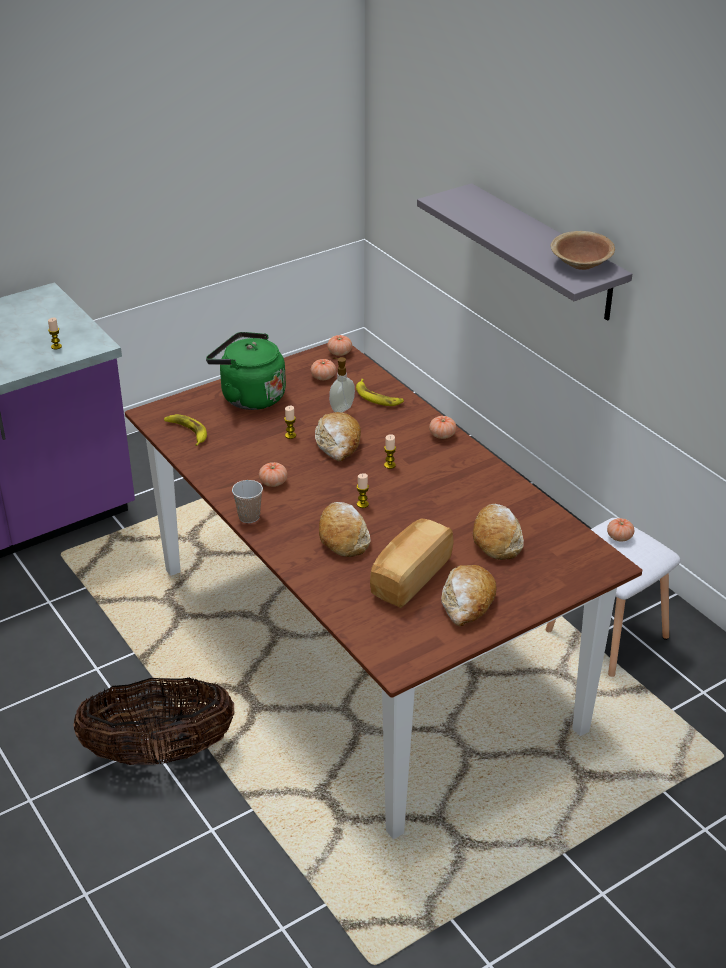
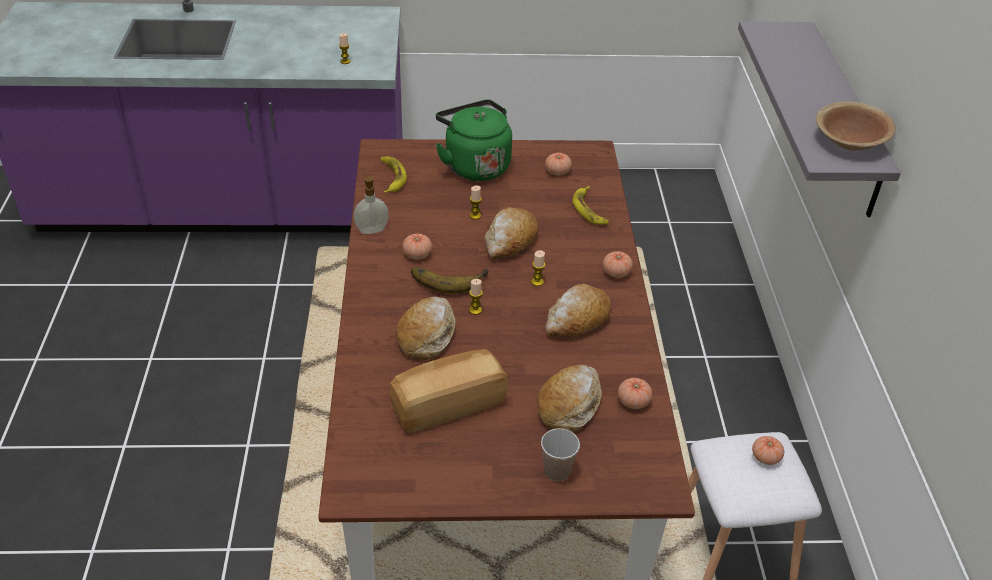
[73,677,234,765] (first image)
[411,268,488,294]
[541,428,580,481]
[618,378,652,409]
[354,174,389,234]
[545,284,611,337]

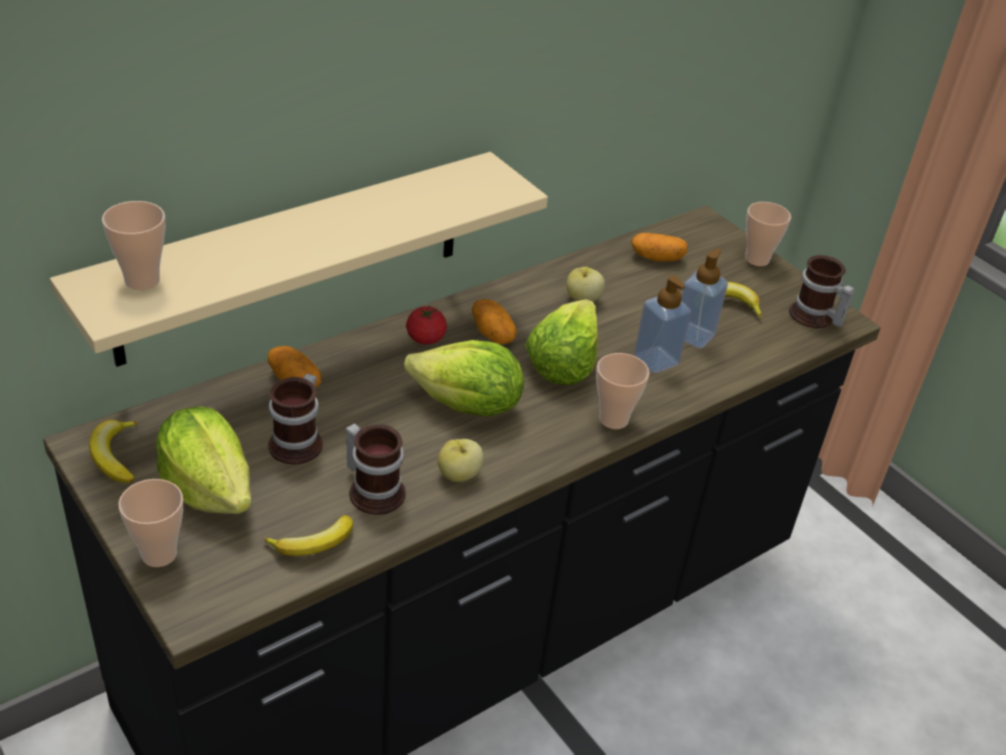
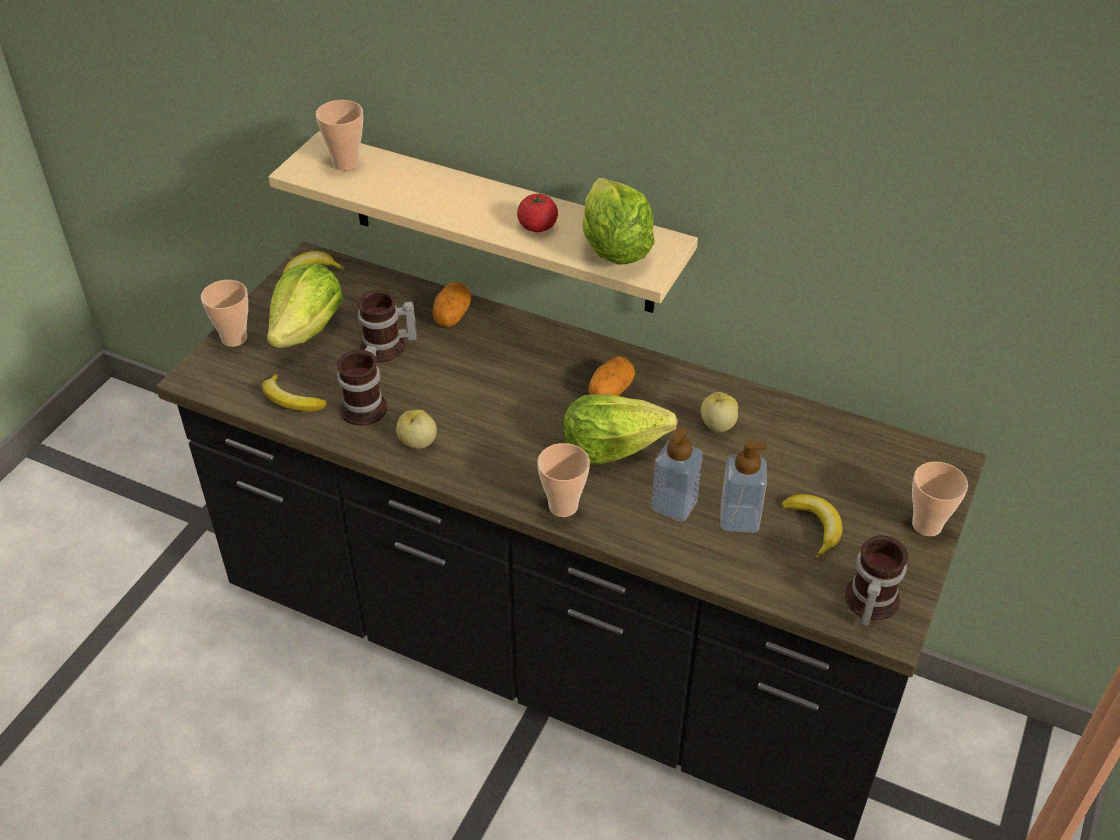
[631,233,687,262] (first image)
[582,178,655,264]
[517,193,558,232]

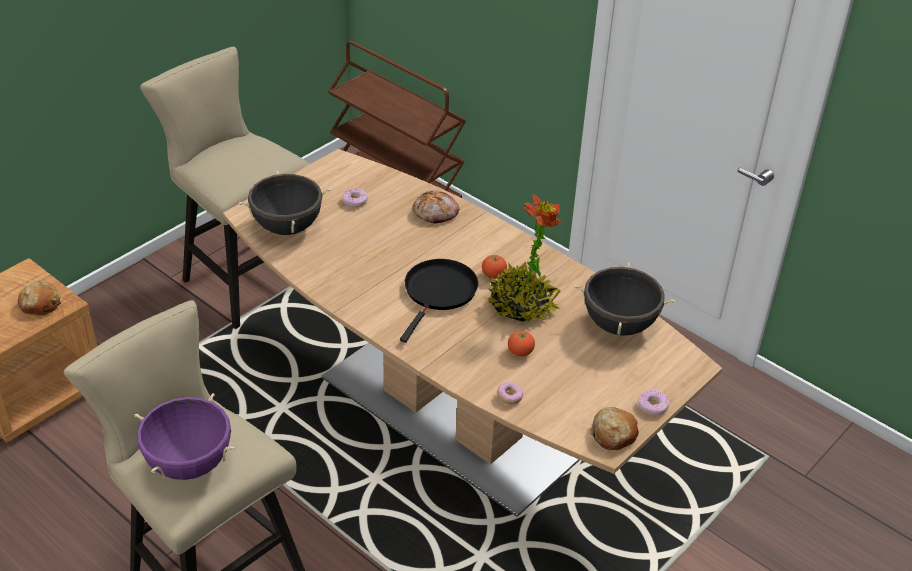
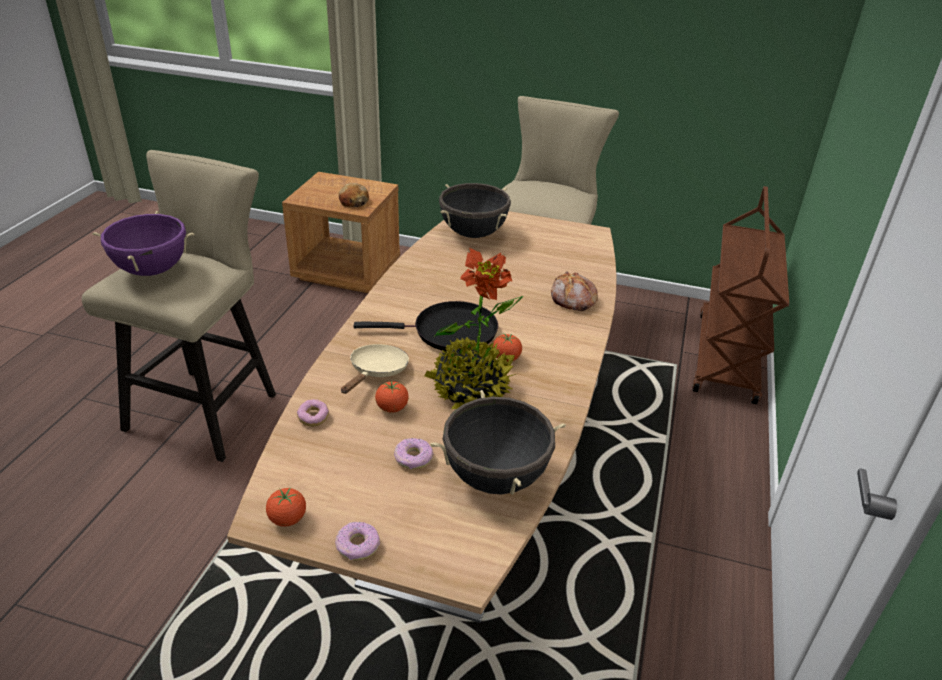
[341,344,409,394]
[394,438,434,469]
[266,488,306,527]

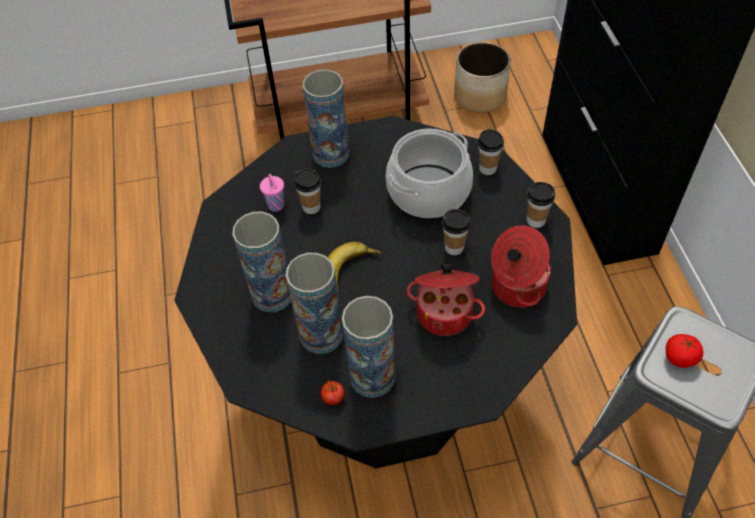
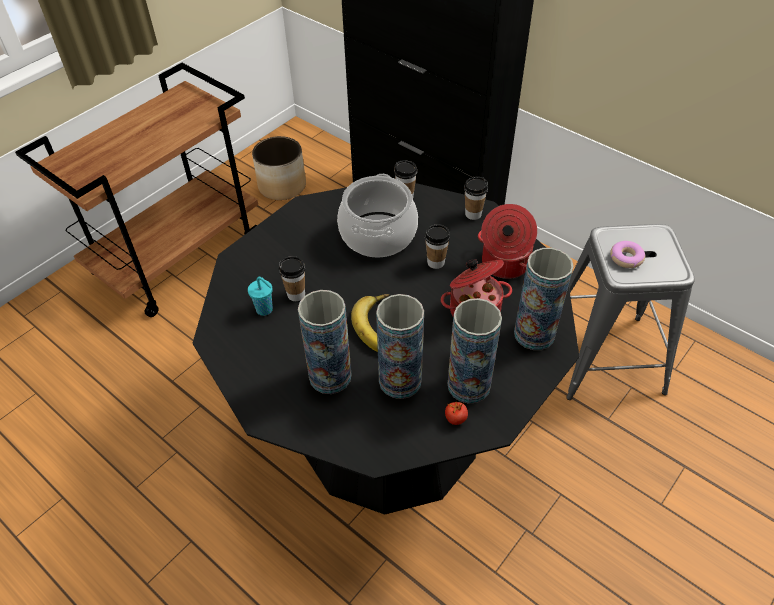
[514,248,574,350]
[610,241,645,268]
[248,277,273,316]

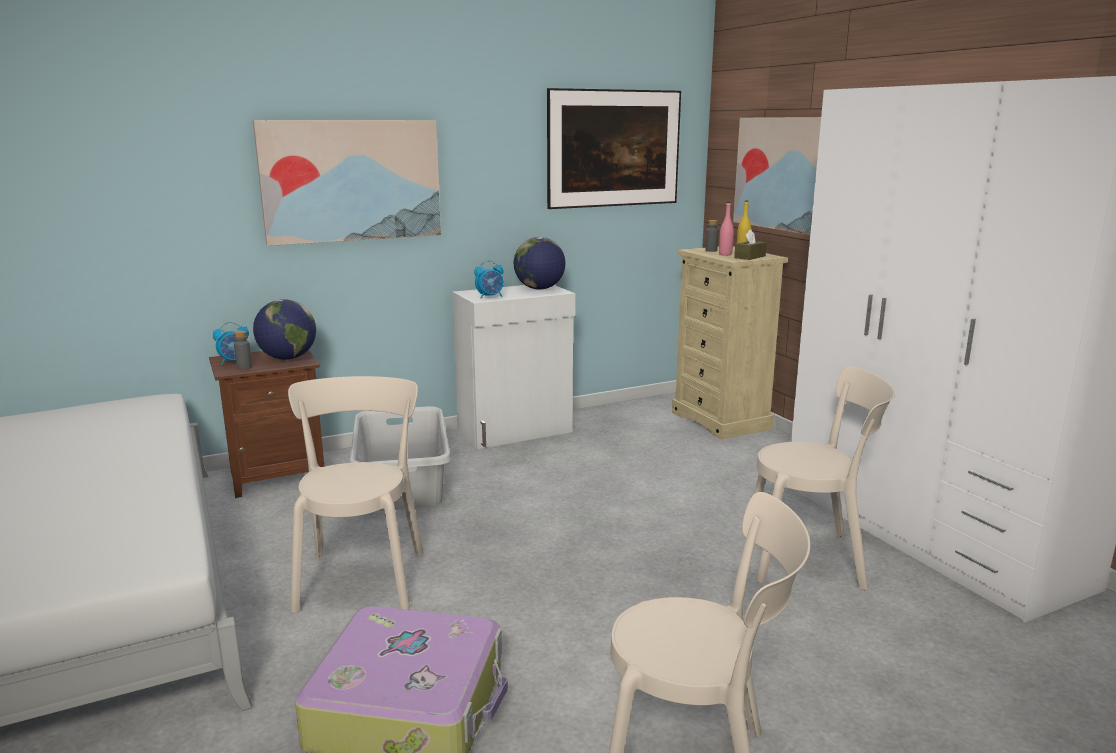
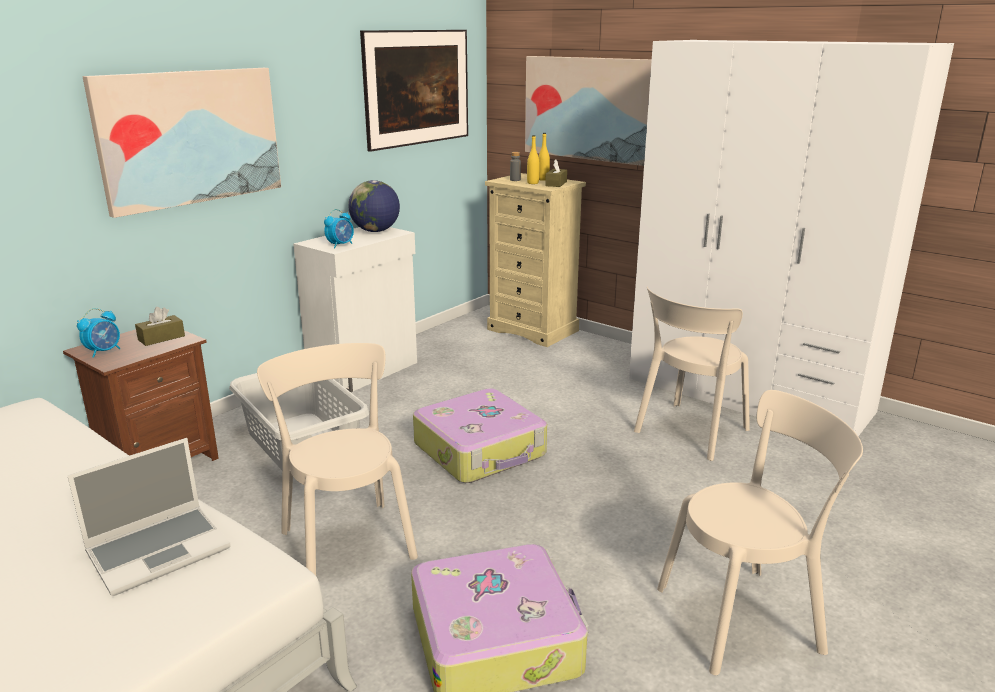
[234,331,252,370] (first image)
[67,438,231,596]
[413,388,547,483]
[135,307,185,346]
[527,135,540,184]
[634,287,750,461]

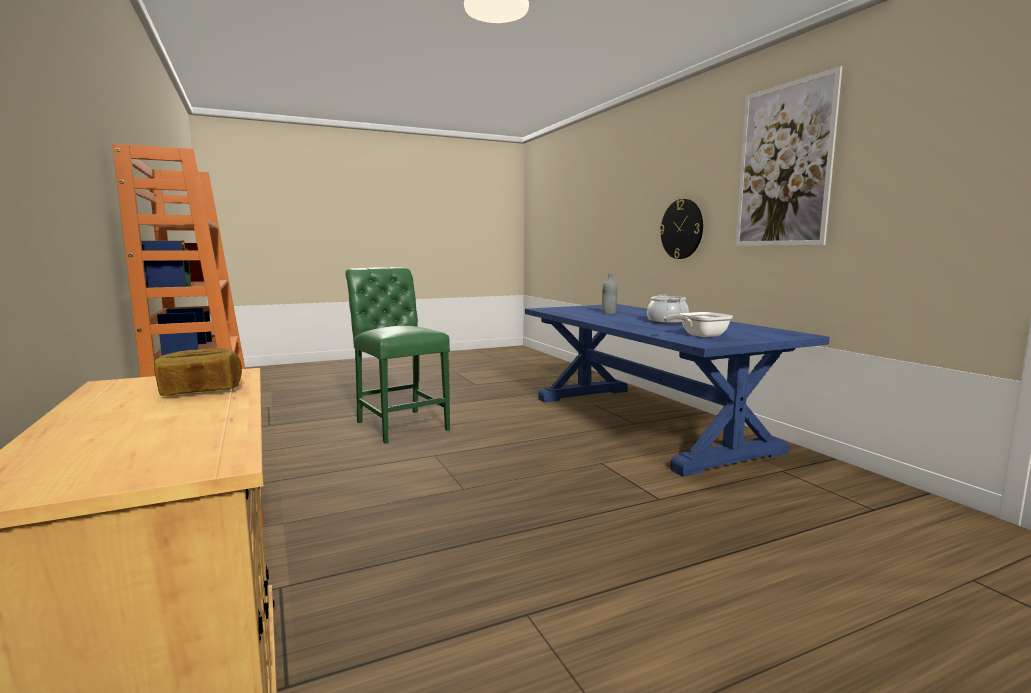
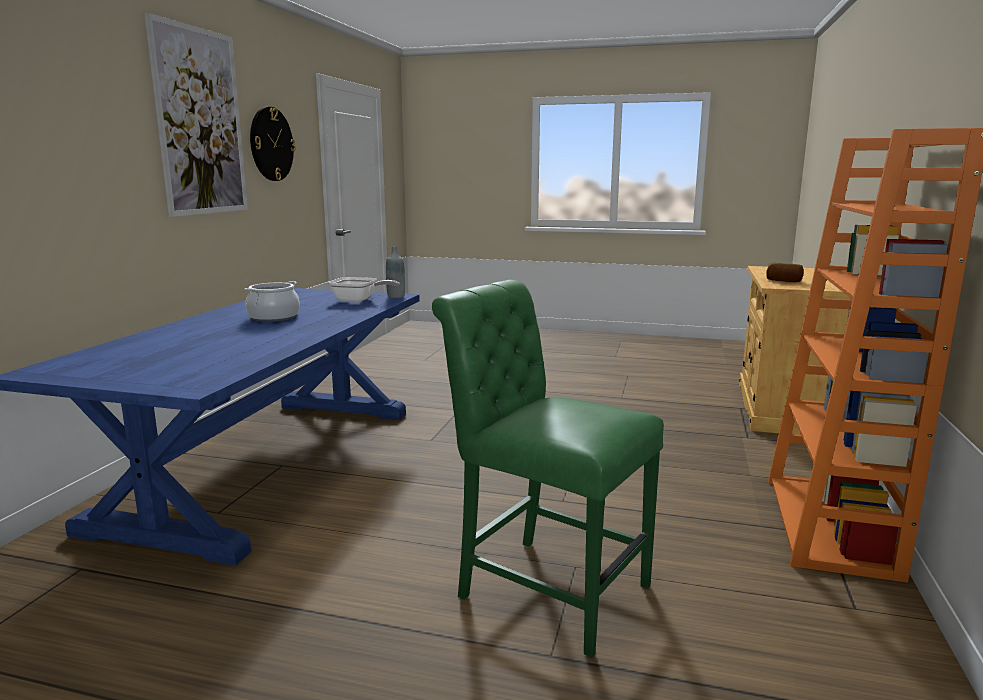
[386,246,405,298]
[250,107,296,181]
[432,280,664,658]

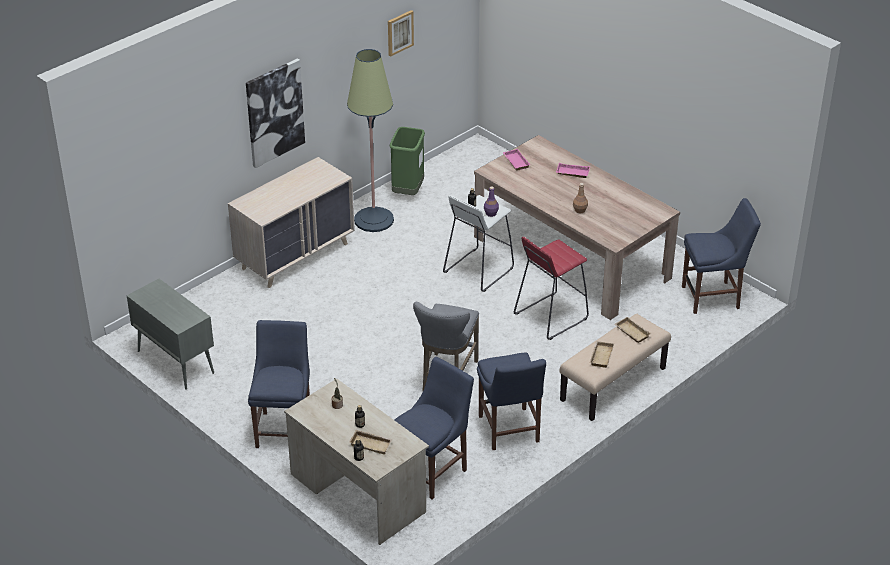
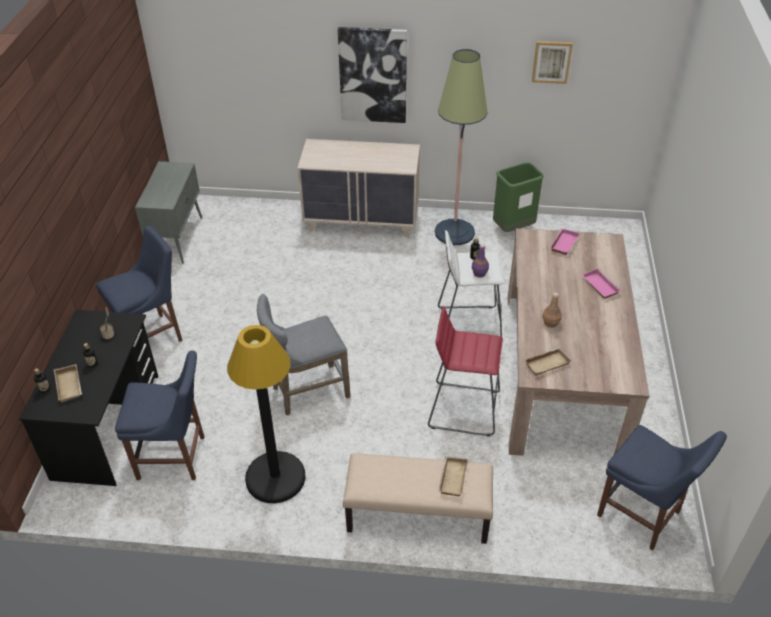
[524,347,571,376]
[227,325,306,503]
[19,310,158,486]

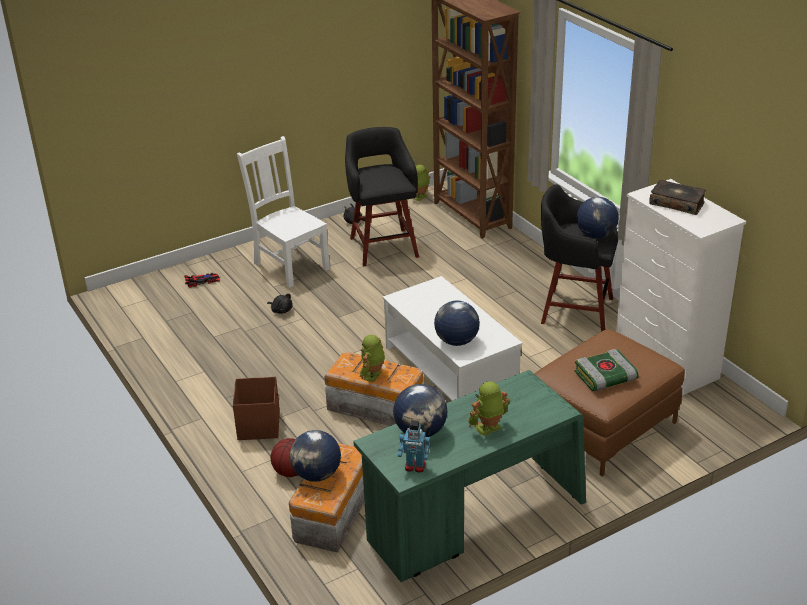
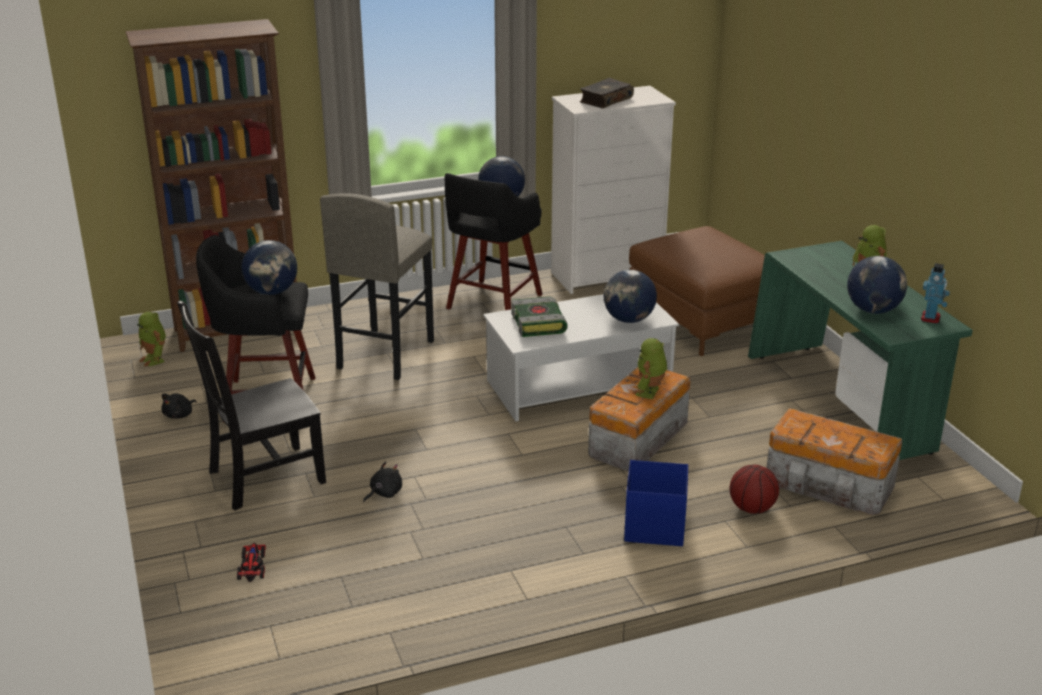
[320,193,434,380]
[242,240,297,295]
[512,296,568,337]
[624,460,688,546]
[177,301,326,510]
[633,338,667,399]

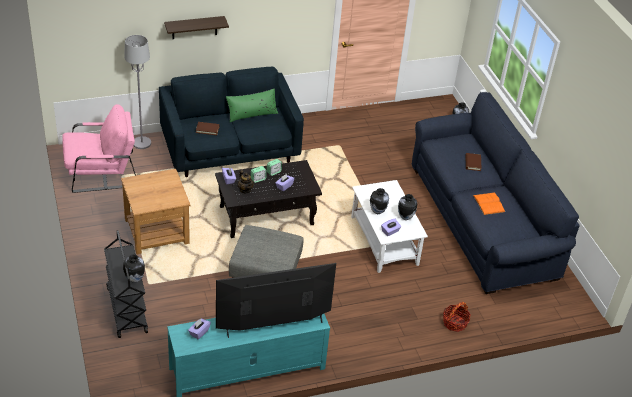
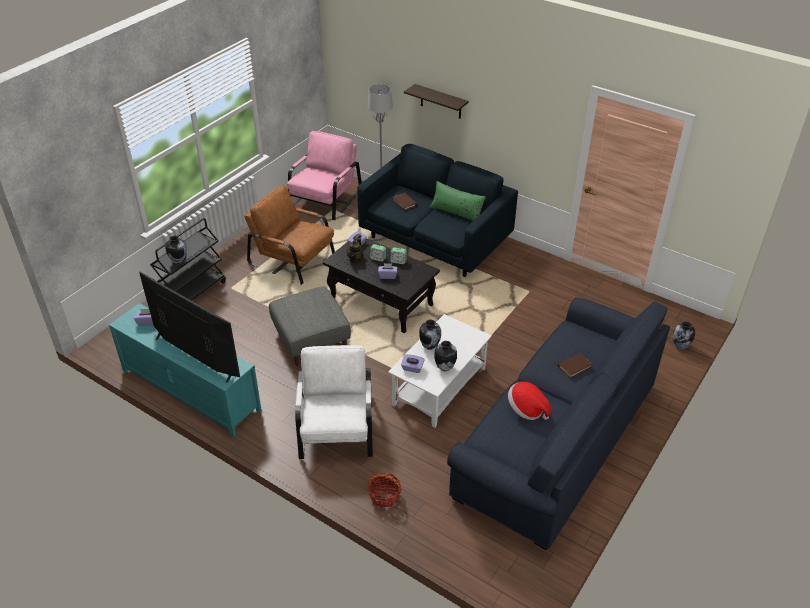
[295,345,373,459]
[244,185,335,285]
[508,382,551,420]
[287,131,362,220]

